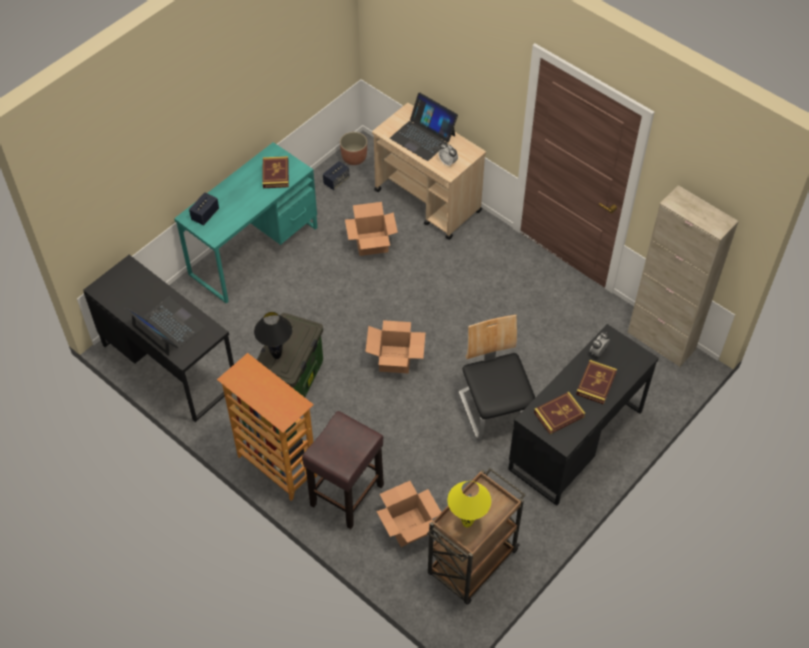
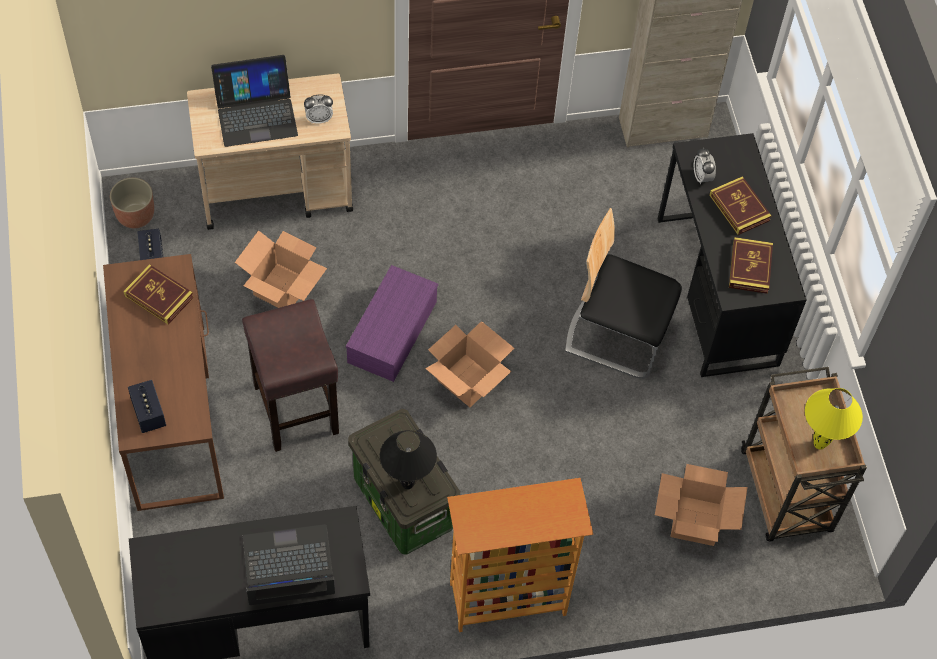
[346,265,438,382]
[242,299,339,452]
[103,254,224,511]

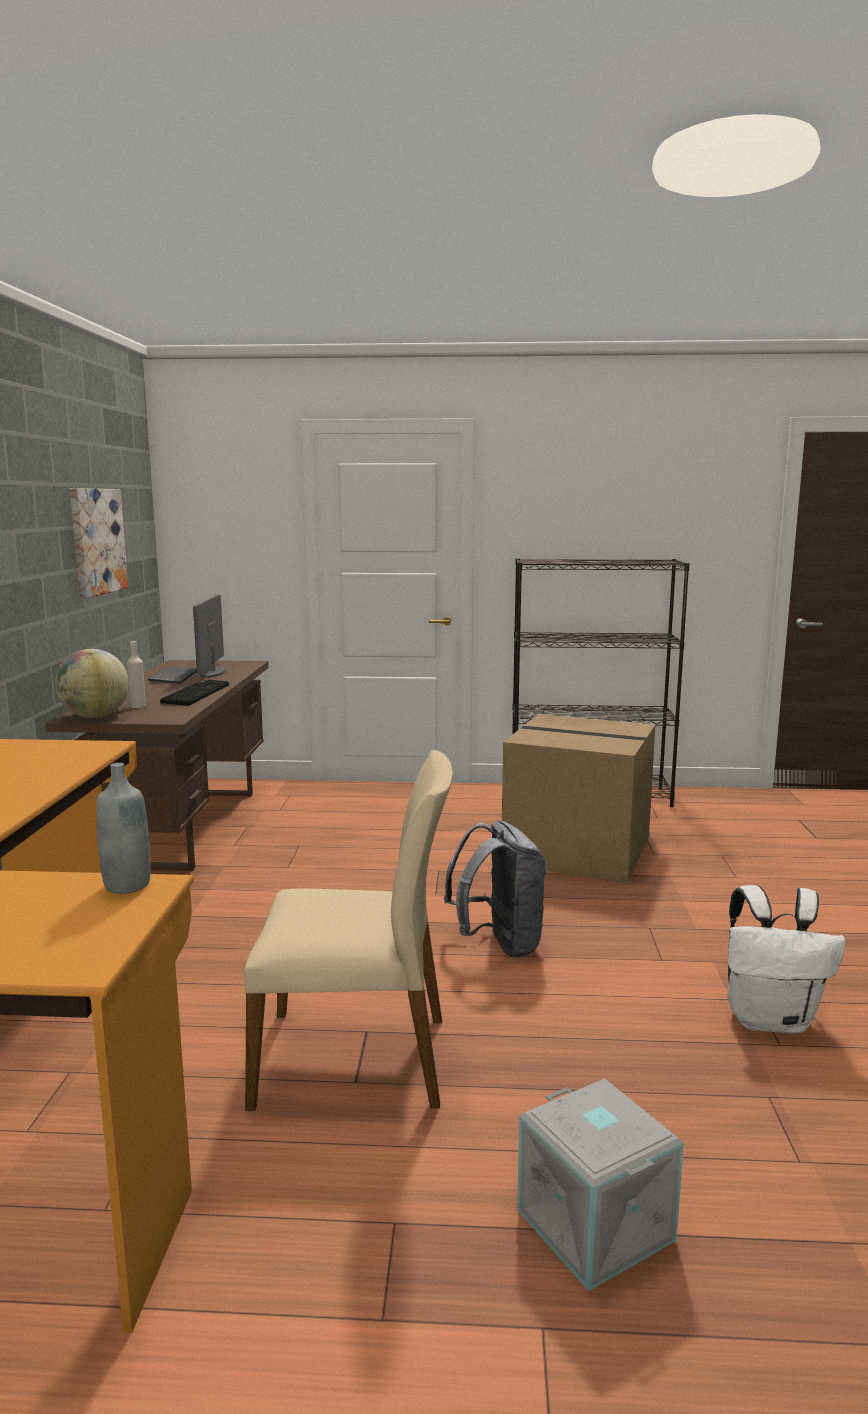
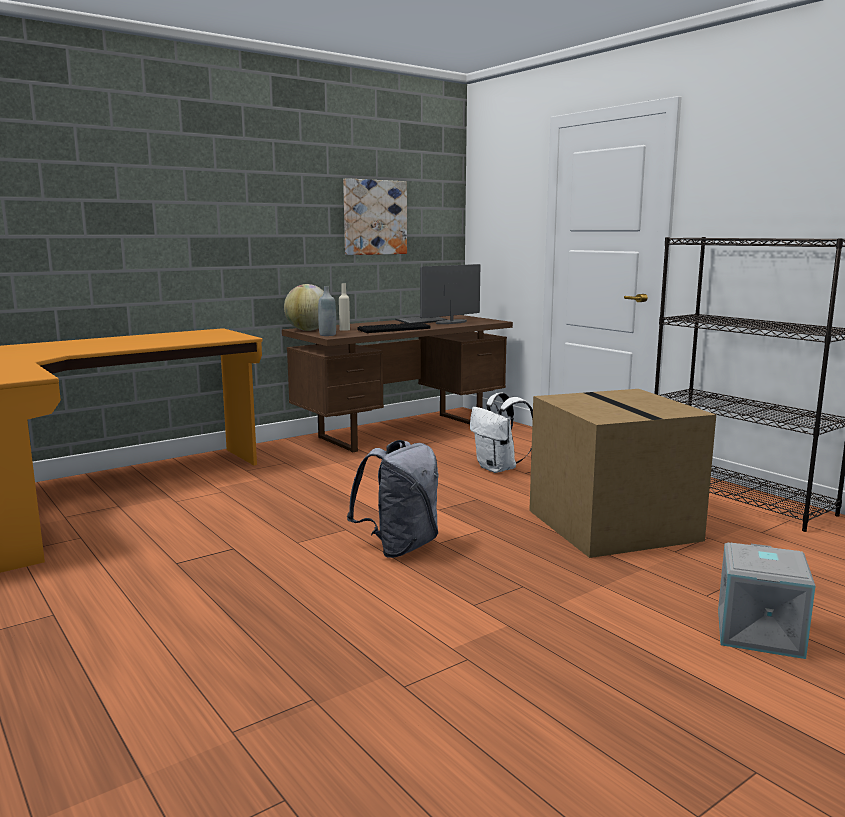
[244,750,453,1111] (first image)
[318,286,336,336]
[718,542,815,659]
[470,392,533,473]

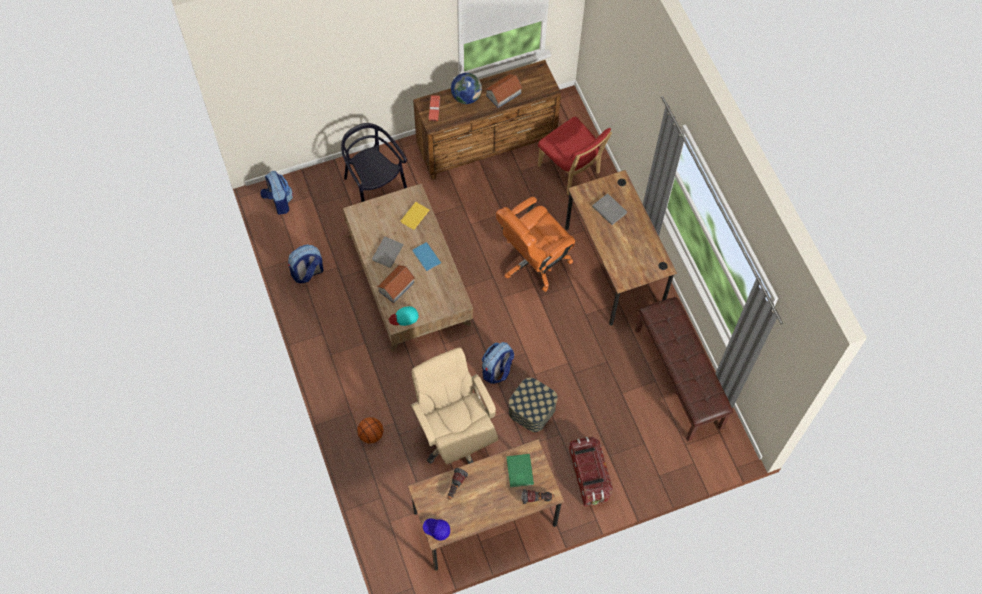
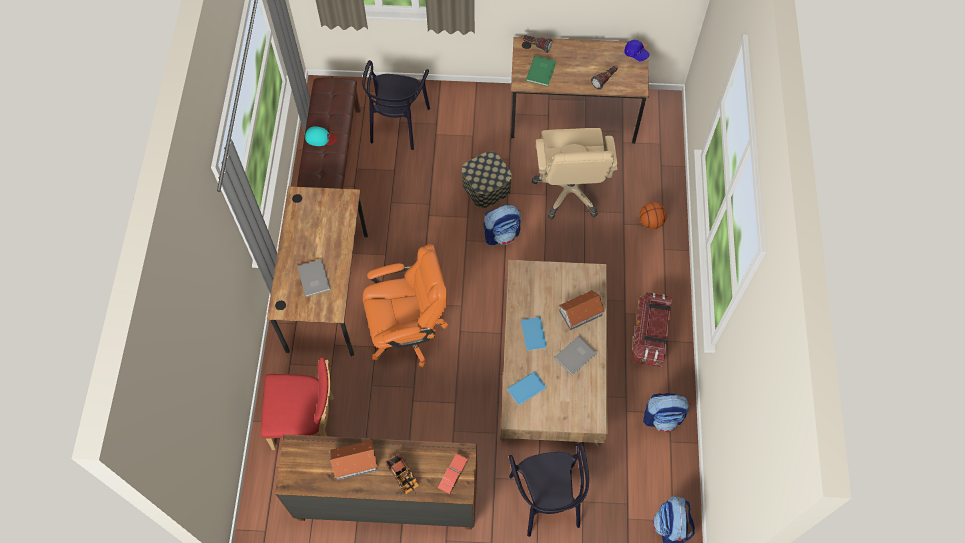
[362,60,430,150]
[305,126,337,146]
[632,292,672,367]
[385,452,419,495]
[507,371,546,405]
[261,357,334,450]

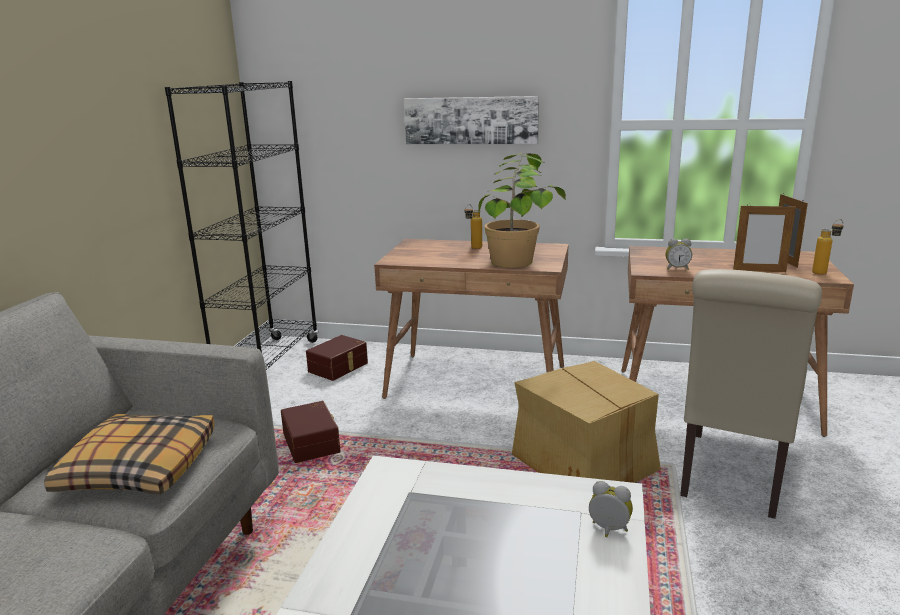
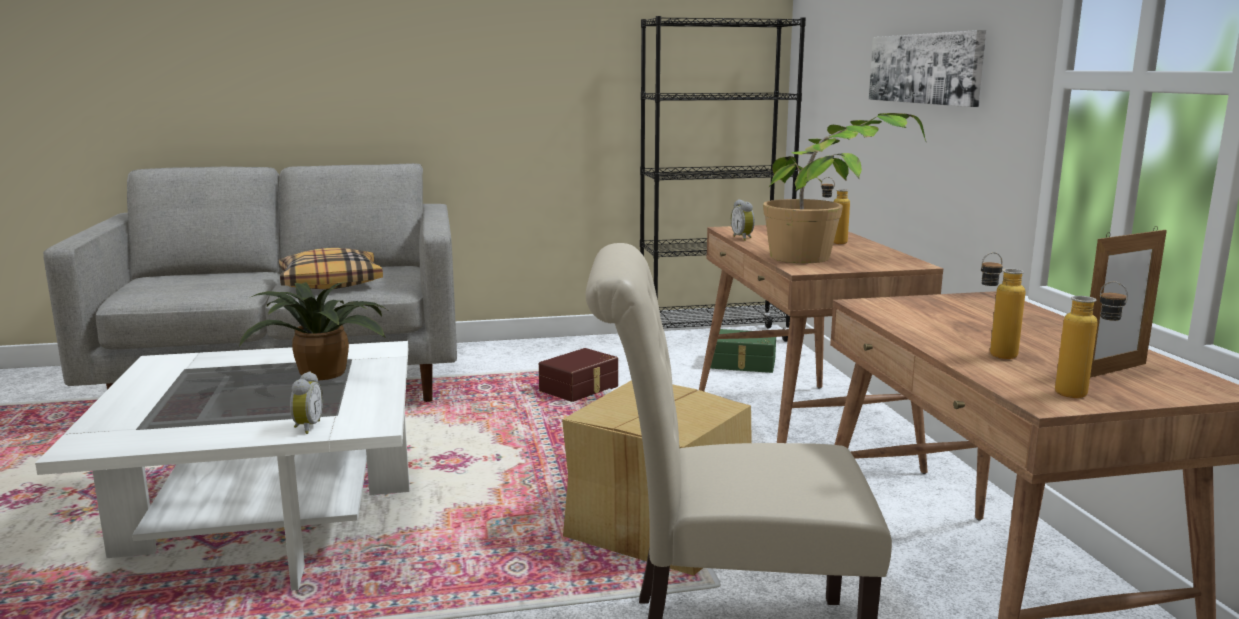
[239,282,390,380]
[731,199,755,241]
[981,252,1025,359]
[711,329,776,373]

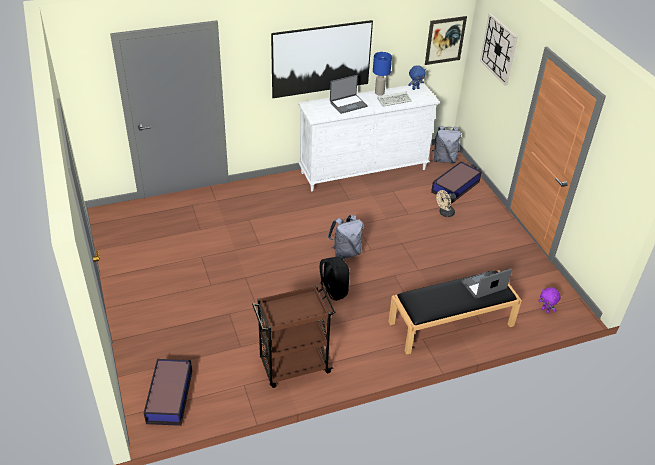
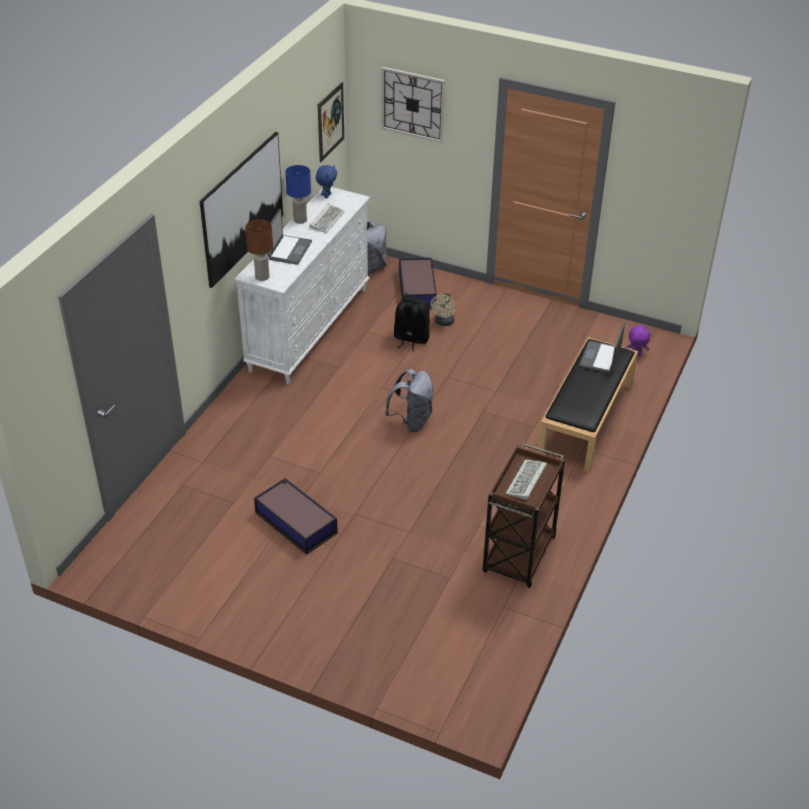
[245,219,273,281]
[505,459,547,500]
[254,478,338,555]
[394,297,430,351]

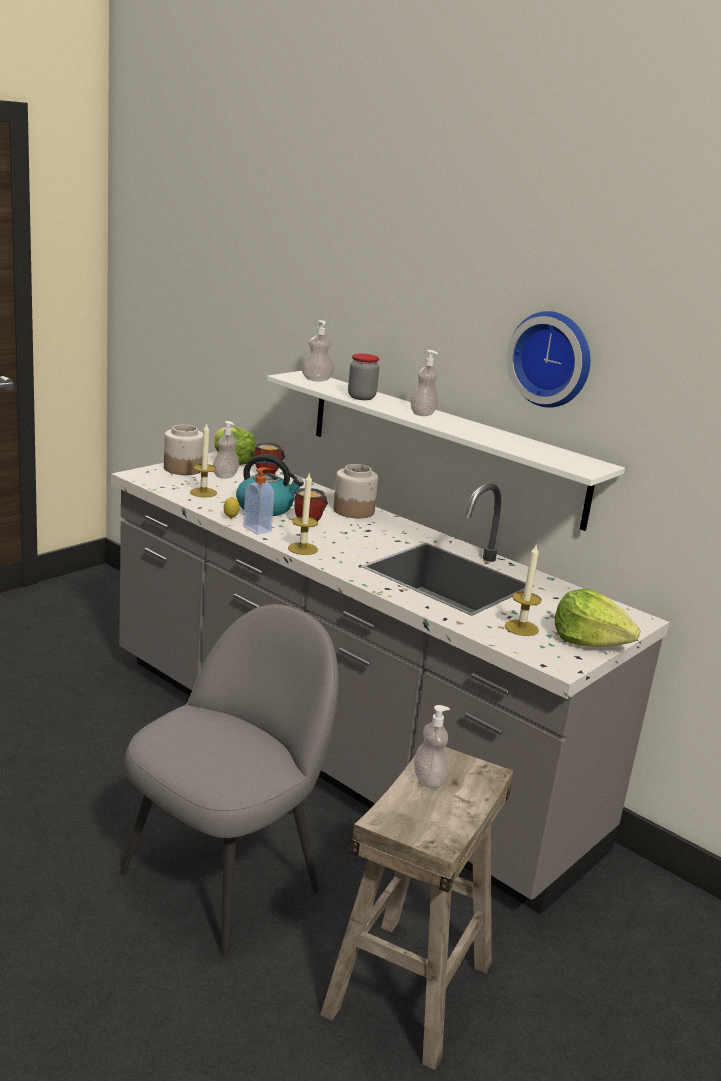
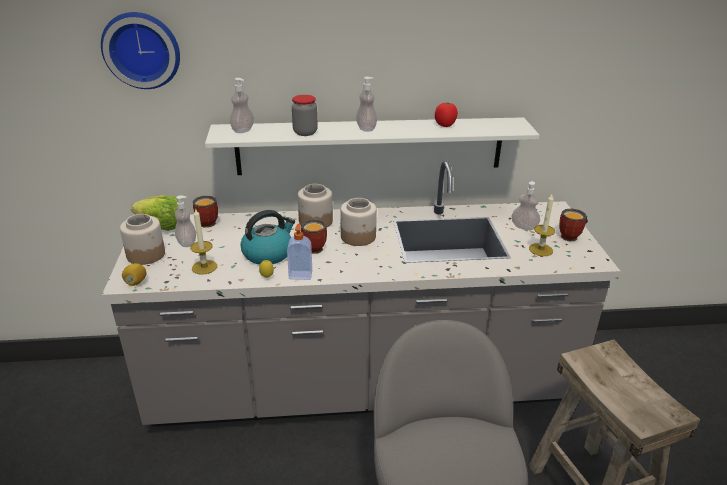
[288,473,318,555] (first image)
[122,263,146,286]
[340,198,377,246]
[435,103,458,127]
[512,181,540,230]
[101,12,180,89]
[559,209,588,242]

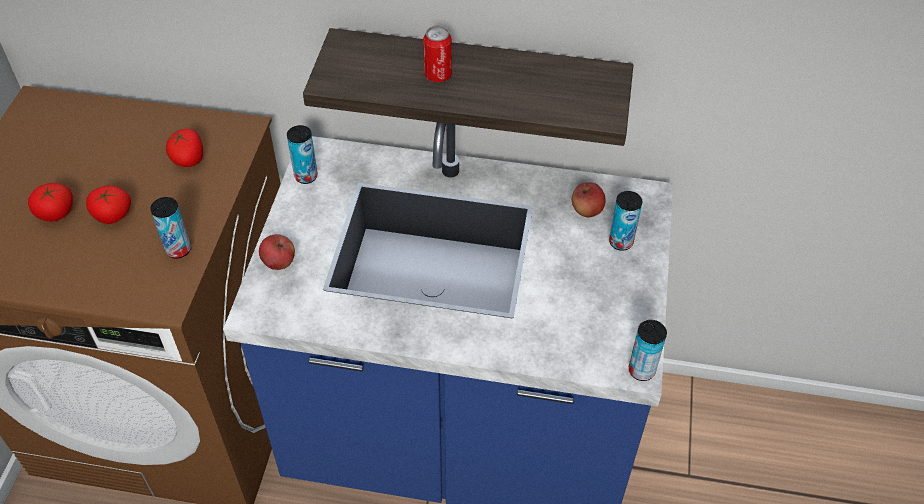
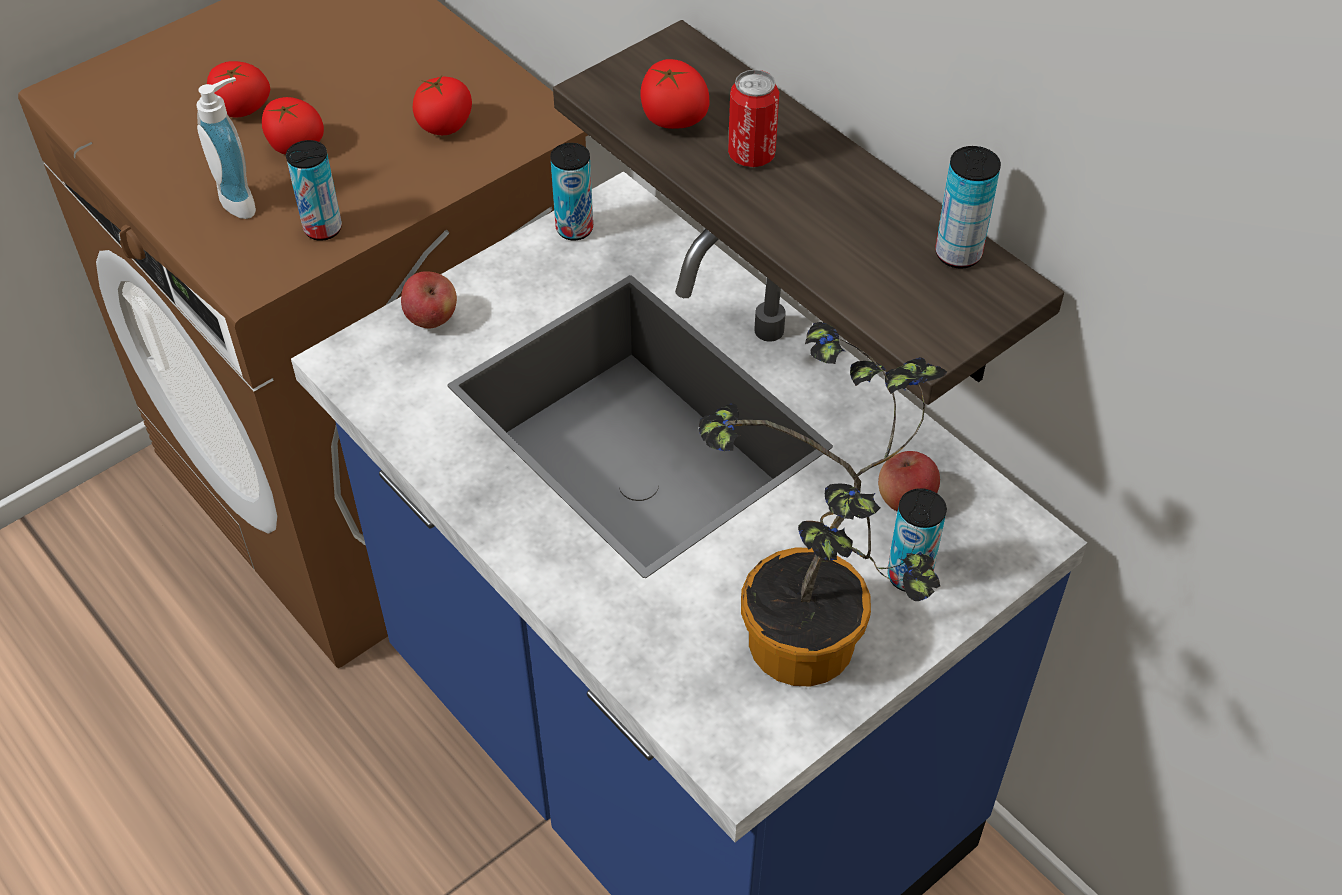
[196,77,256,219]
[640,59,709,129]
[699,322,947,687]
[935,146,1001,269]

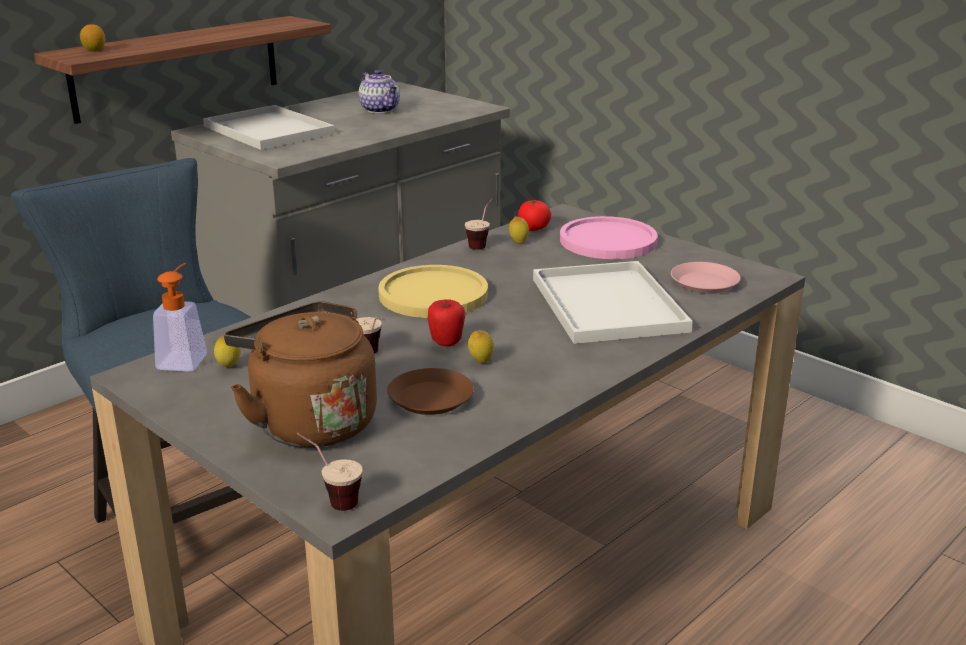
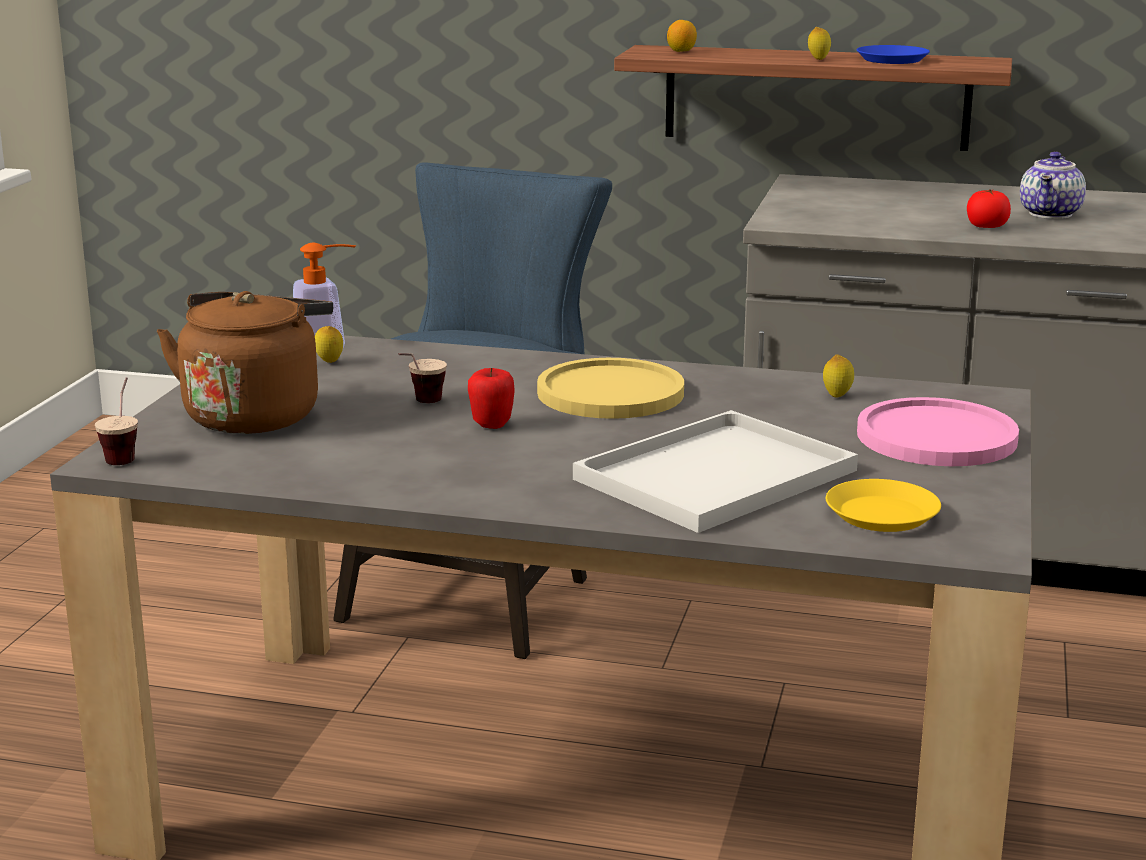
[203,105,335,150] (first image)
[387,368,474,415] (first image)
[465,198,493,250] (first image)
[857,45,930,64]
[808,27,831,60]
[967,189,1011,228]
[826,479,941,532]

